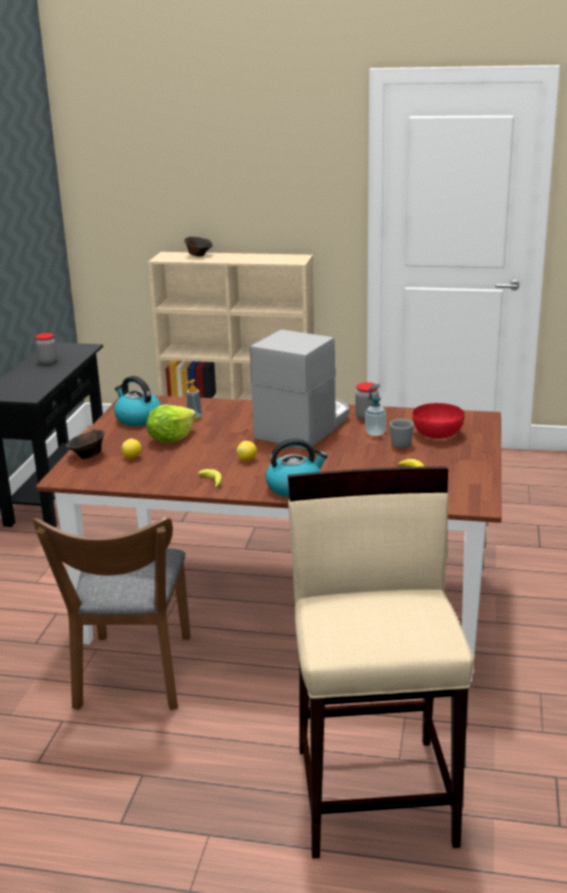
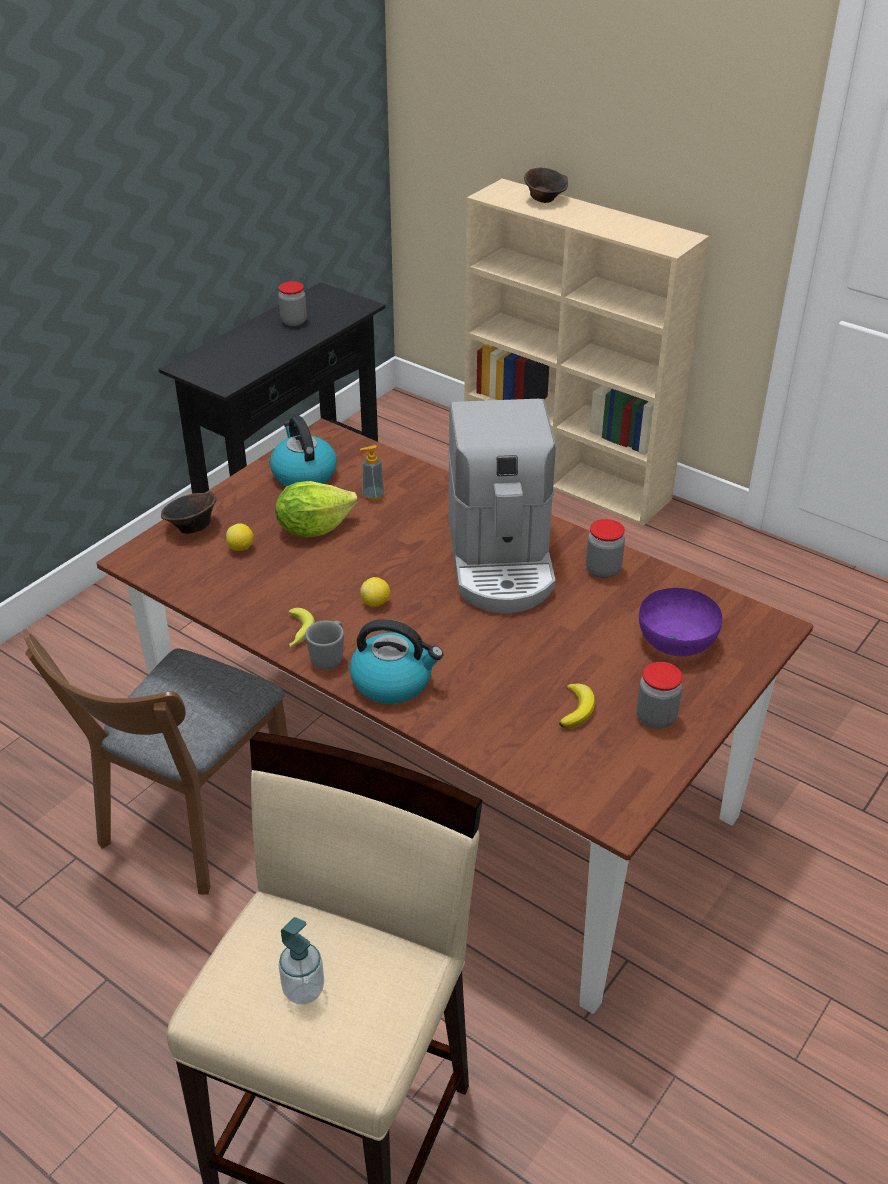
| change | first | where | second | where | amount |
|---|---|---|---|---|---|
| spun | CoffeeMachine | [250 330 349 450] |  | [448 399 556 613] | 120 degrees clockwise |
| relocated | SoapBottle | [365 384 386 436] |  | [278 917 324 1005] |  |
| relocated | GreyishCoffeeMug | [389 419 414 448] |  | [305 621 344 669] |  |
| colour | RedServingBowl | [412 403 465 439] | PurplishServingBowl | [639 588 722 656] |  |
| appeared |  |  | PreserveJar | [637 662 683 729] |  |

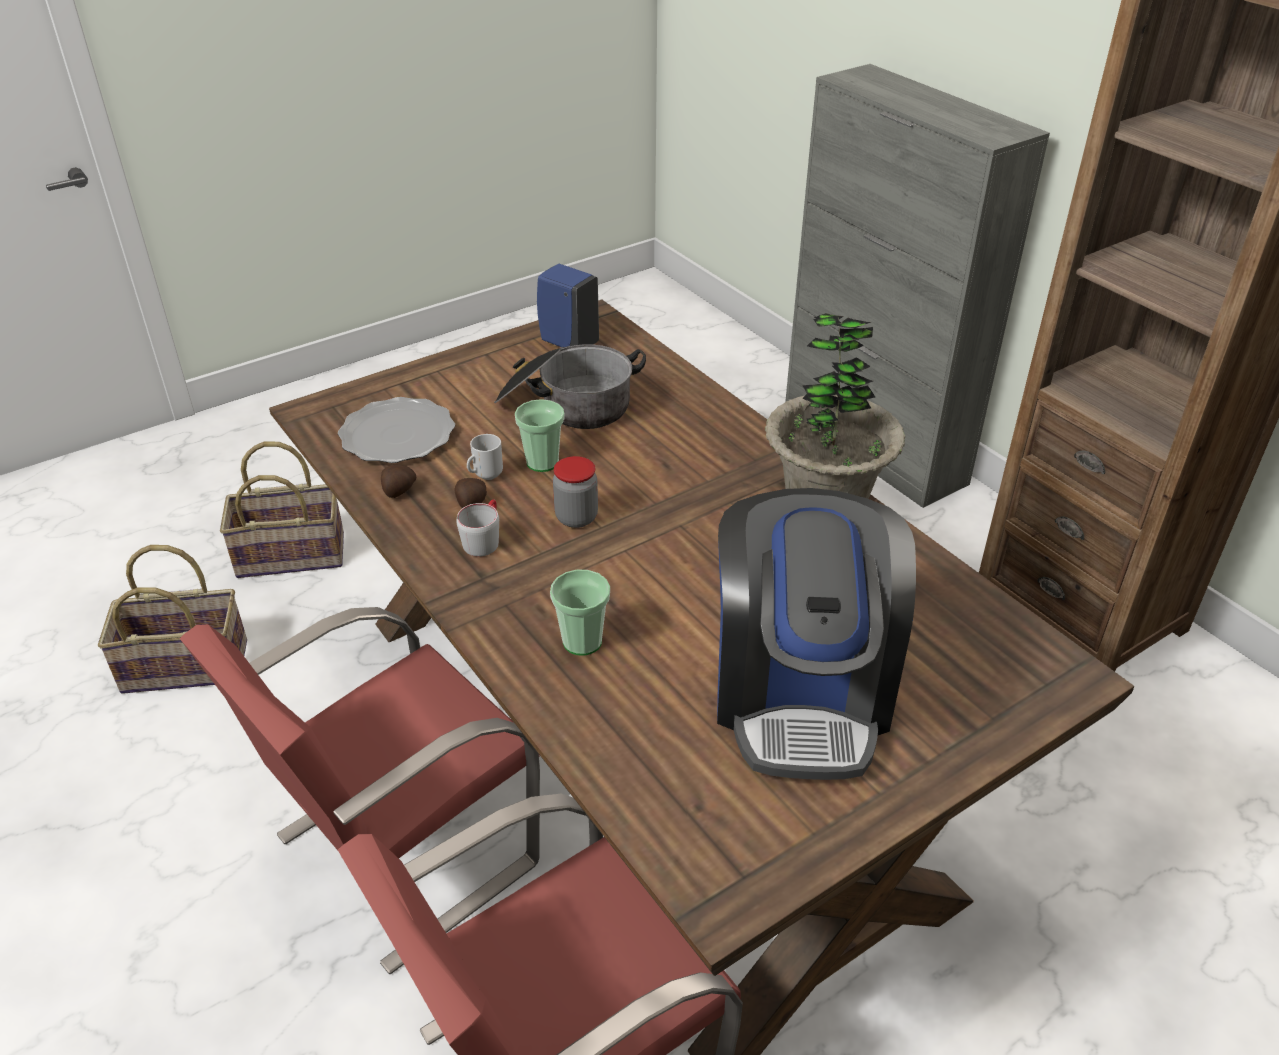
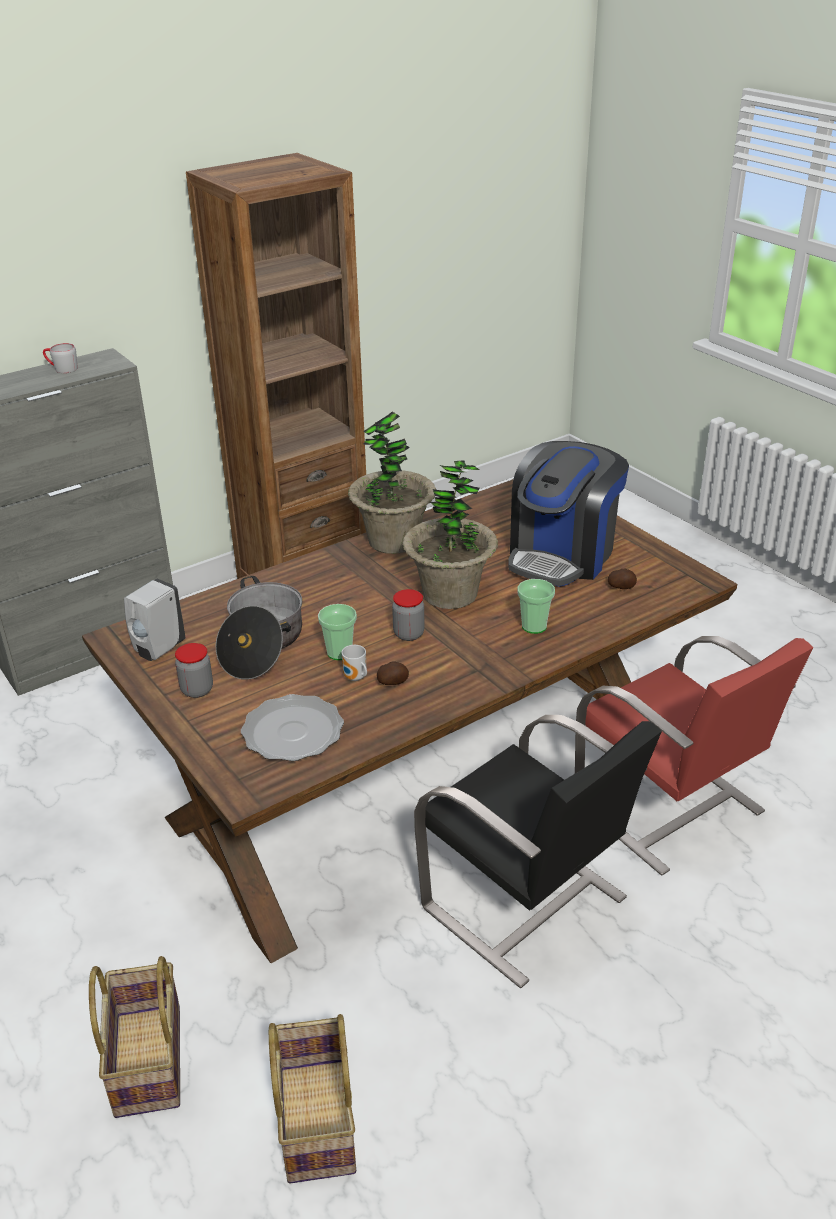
| change | first | where | second | where | amount |
|---|---|---|---|---|---|
| colour | RedChair | [180 607 540 974] | BlackColouredChair | [414 715 662 988] |  |
| relocated | Spud | [381 465 416 498] |  | [608 569 637 589] |  |
| relocated | GreyishCoffeeMug | [456 499 499 556] |  | [43 343 77 373] |  |
| colour | BlueSoapBottle | [537 264 599 348] | WhiteColouredSoapBottle | [124 579 186 661] |  |
| spun | CoffeeMachine | [717 488 916 780] |  | [508 441 629 587] | 120 degrees clockwise |
| appeared |  |  | PreserveJar | [175 643 213 698] |  |
| appeared |  |  | PottedPlant | [403 460 498 609] |  |

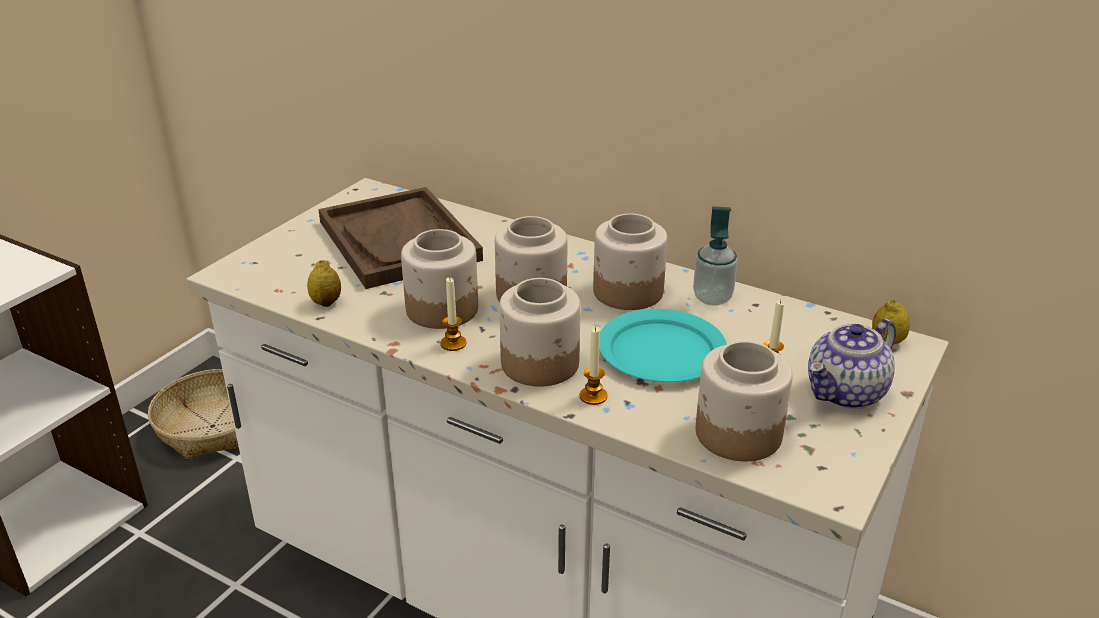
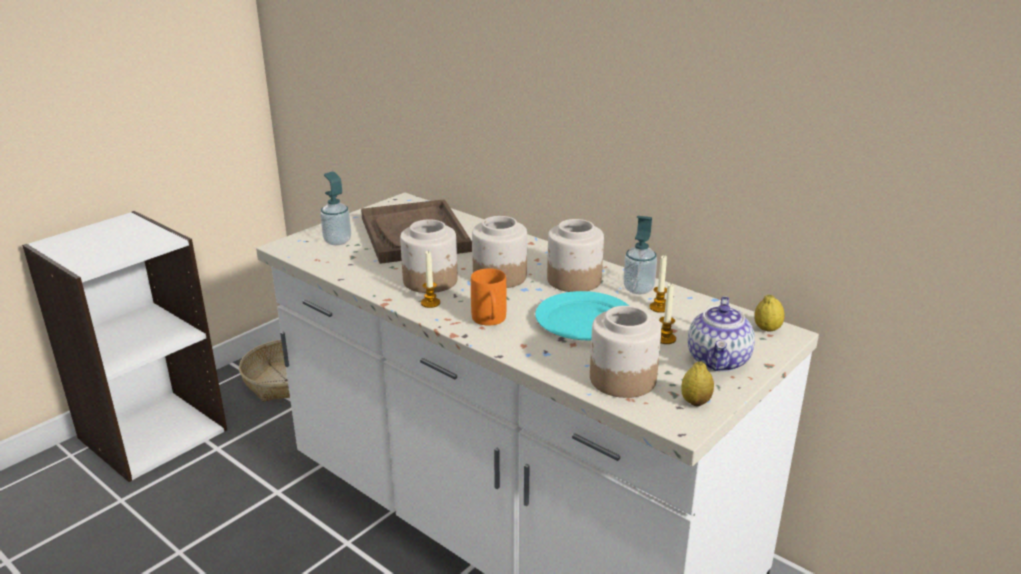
| change | first | where | second | where | amount |
|---|---|---|---|---|---|
| relocated | Lemon | [307 260 341 307] |  | [681 362 714 407] |  |
| exchanged | PreserveJar | [499 278 581 387] | OrangeCoffeeMug | [471 269 507 326] |  |
| relocated | Candle | [579 327 607 405] |  | [649 255 667 313] |  |
| spun | TeaPot | [808 319 896 409] |  | [688 296 755 372] | 45 degrees counterclockwise |
| appeared |  |  | SoapBottle | [320 172 351 245] |  |

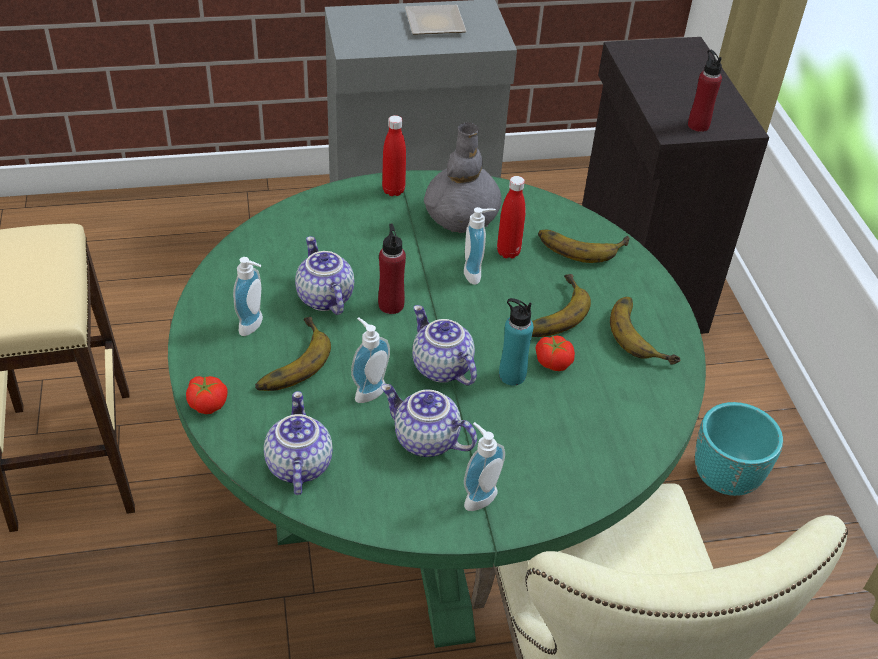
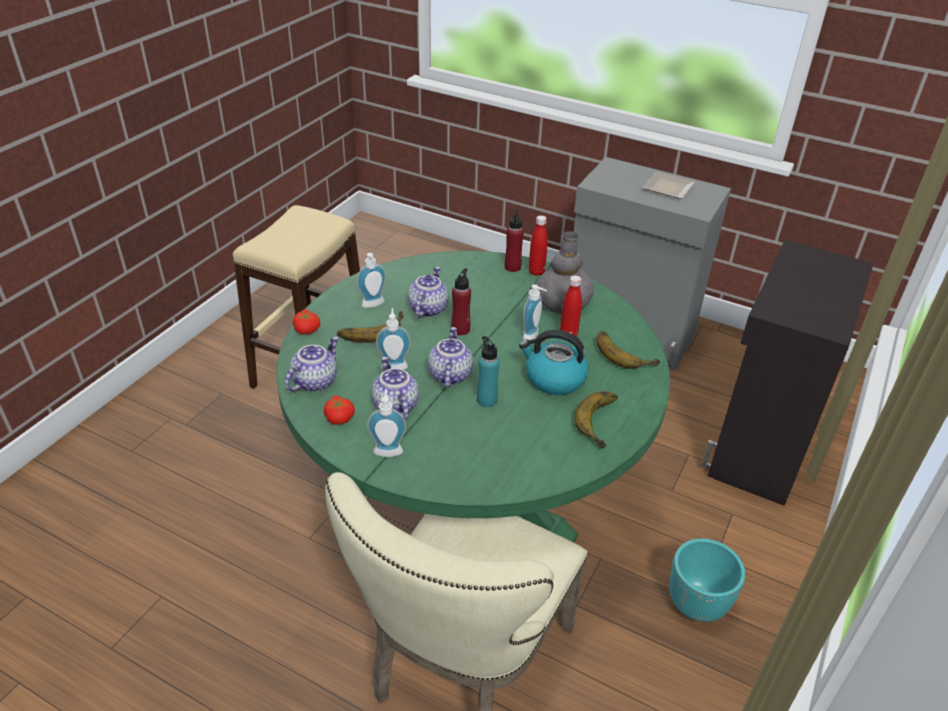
| change | first | where | second | where | amount |
|---|---|---|---|---|---|
| exchanged | BananaFruit | [532 274 591 337] | Kettle | [519 330 588 395] |  |
| relocated | FreshTomato | [536 336 575 371] |  | [324 395 355 425] |  |
| relocated | RedBottle | [688 50 722 132] |  | [505 209 524 272] |  |

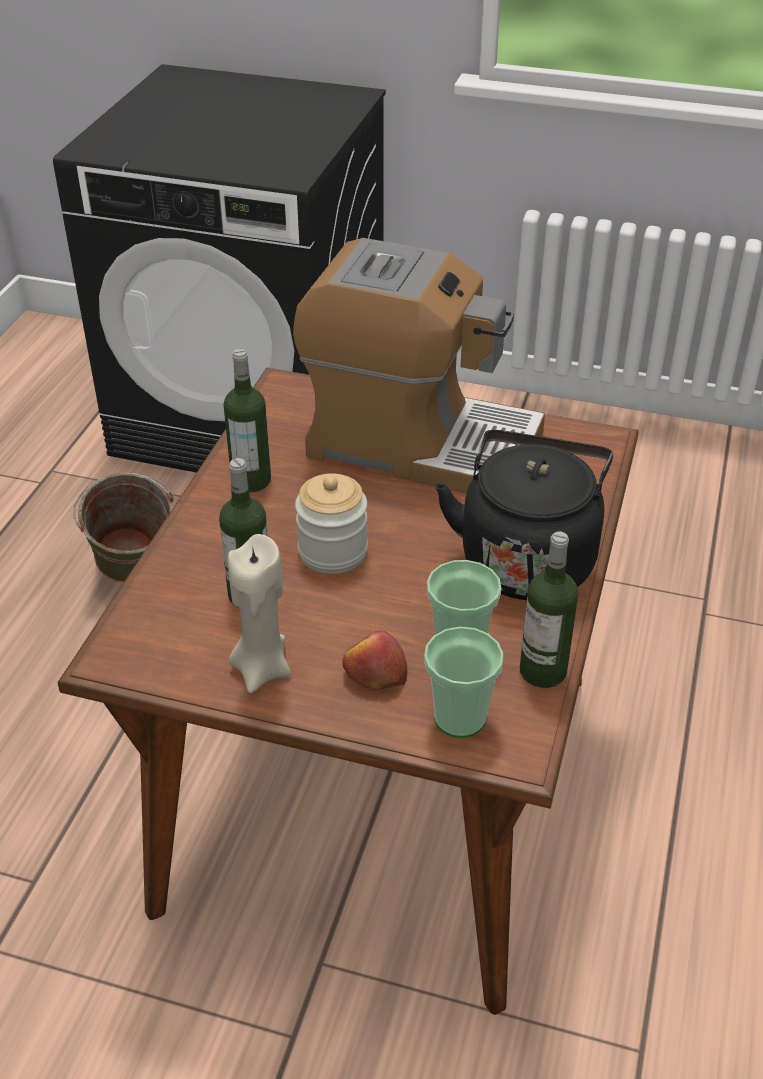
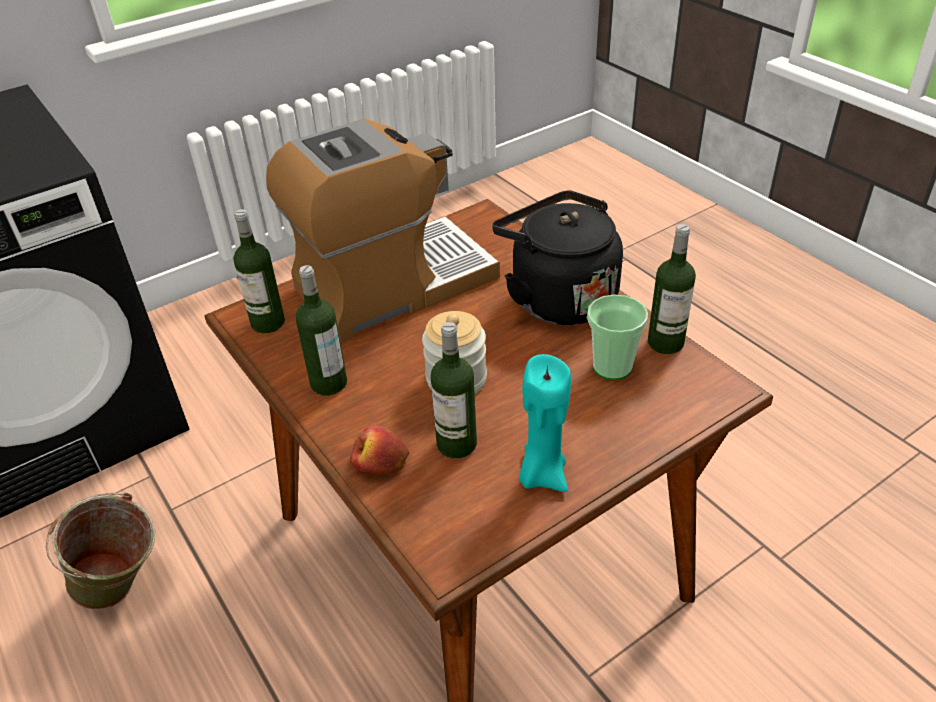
| change | first | where | second | where | amount |
|---|---|---|---|---|---|
| colour | BeigeColouredCandle | [228 534 291 693] | TurquoiseCandle | [519 354 571 492] |  |
| relocated | Apple | [343 630 408 690] |  | [350 425 409 475] |  |
| missing | SmallCup | [424 627 503 738] |  |  |  |
| appeared |  |  | Bottle | [233 209 285 333] |  |

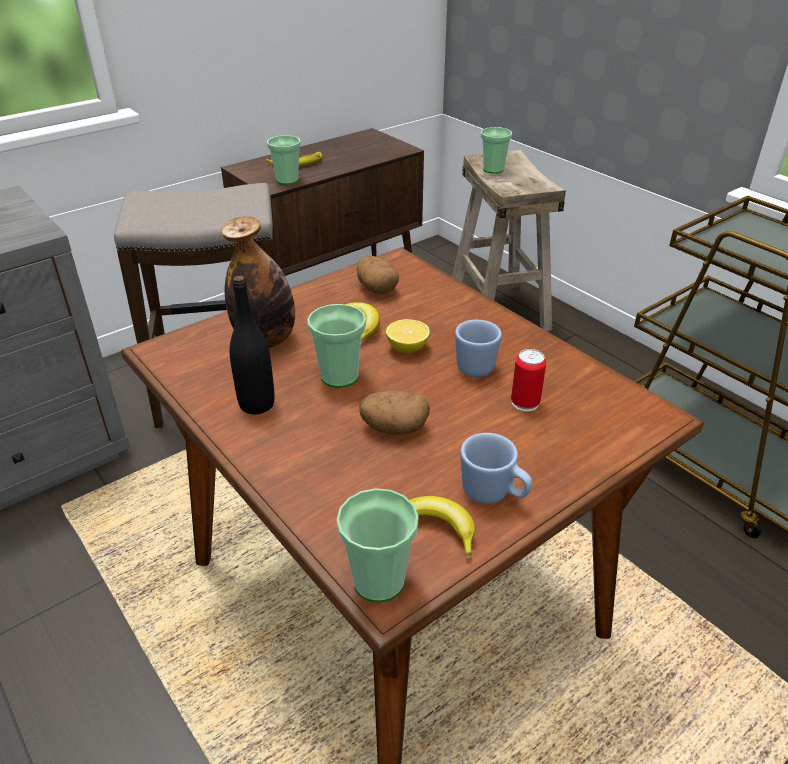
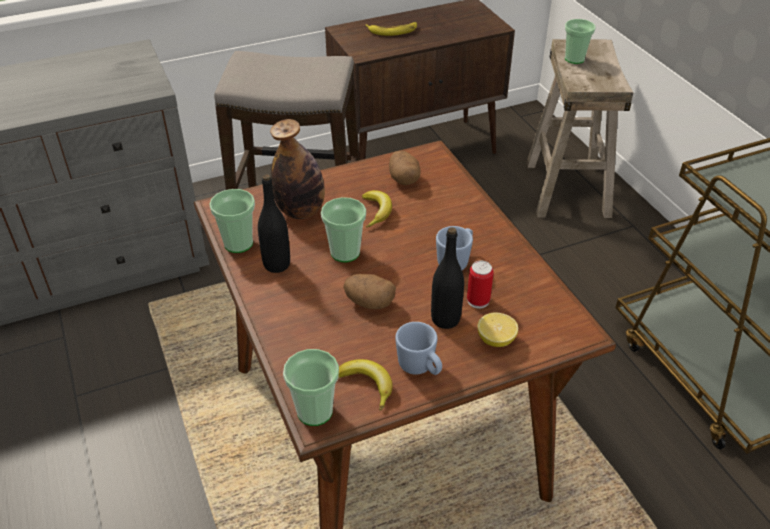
| change | first | where | second | where | amount |
|---|---|---|---|---|---|
| relocated | SmallCup | [267 135 301 185] |  | [209 189 255 253] |  |
| relocated | Lemon | [386 319 430 353] |  | [478 313 518 347] |  |
| appeared |  |  | BlackColouredBottle | [431 227 464 329] |  |

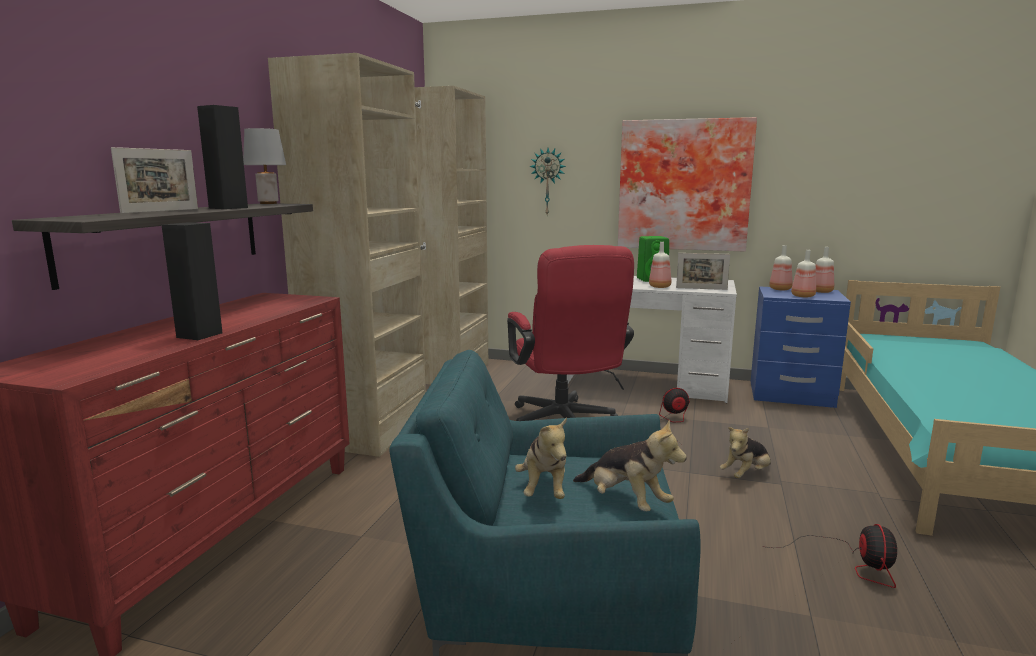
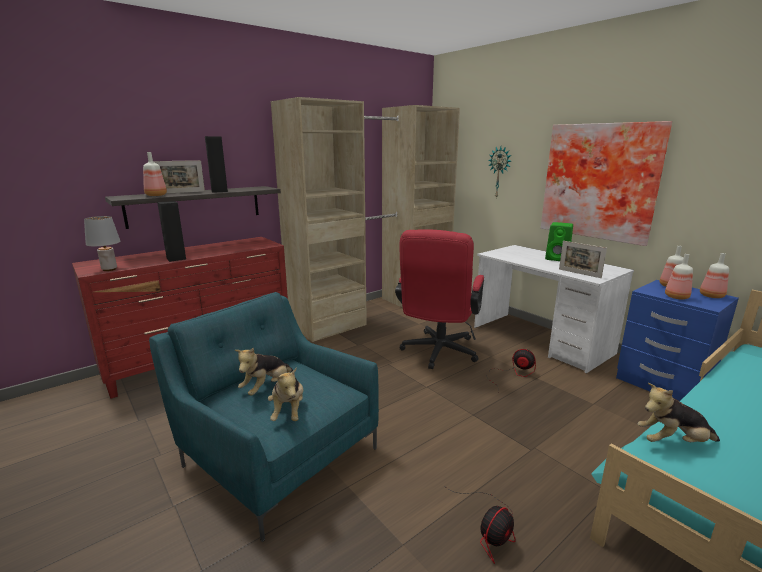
| change | first | where | second | where | amount |
|---|---|---|---|---|---|
| relocated | GreyishTabletopLamp | [243 128 286 204] |  | [84 216 120 271] |  |
| relocated | Bottle | [649 242 671 288] |  | [143 152 167 196] |  |
| relocated | PlushToy | [720 427 771 478] |  | [638 383 720 442] |  |

